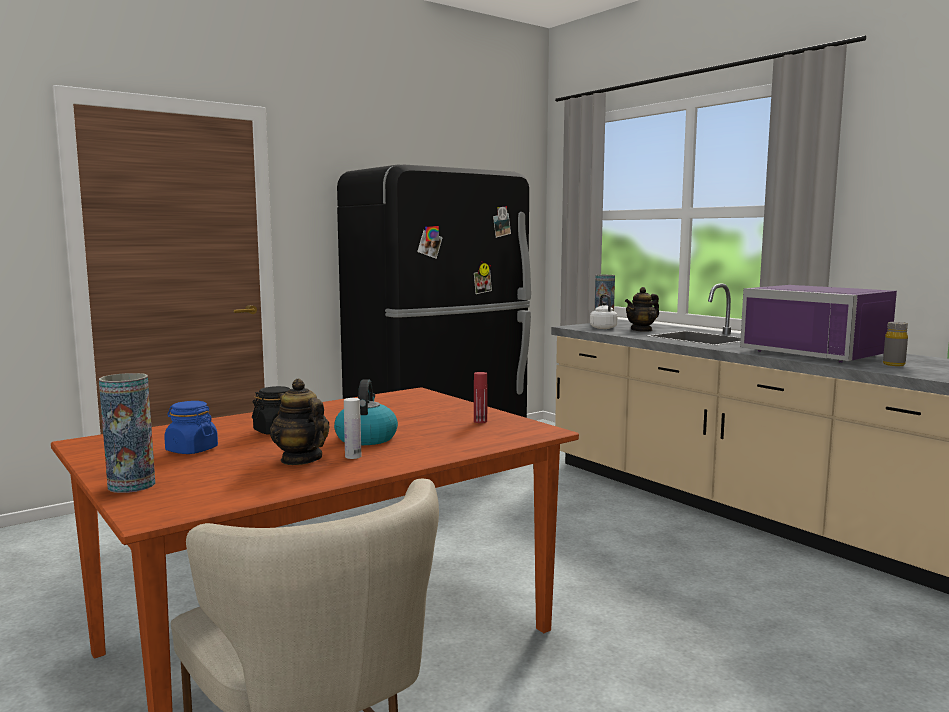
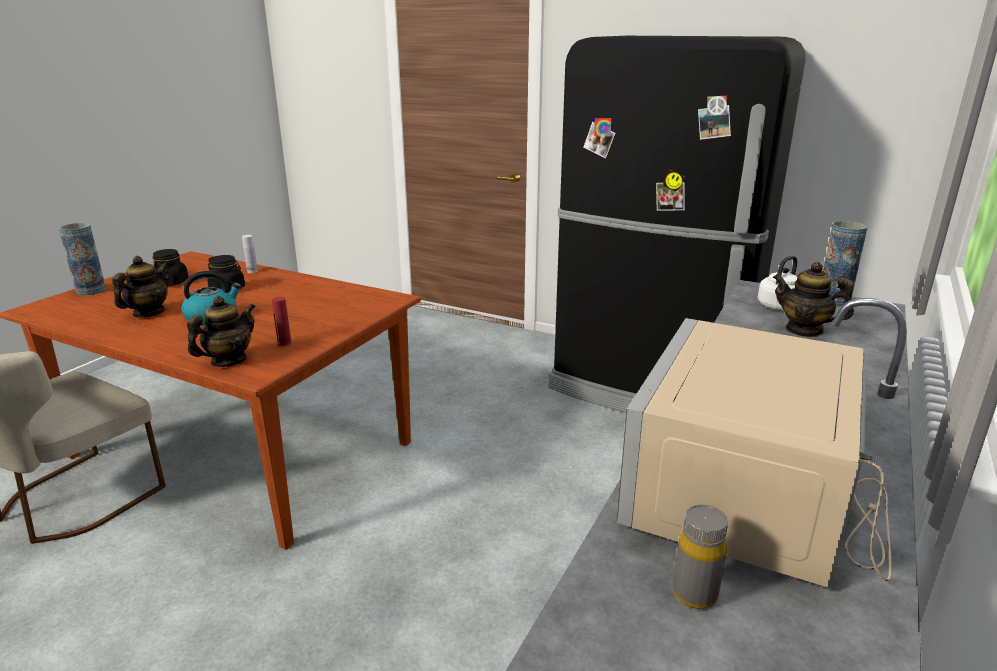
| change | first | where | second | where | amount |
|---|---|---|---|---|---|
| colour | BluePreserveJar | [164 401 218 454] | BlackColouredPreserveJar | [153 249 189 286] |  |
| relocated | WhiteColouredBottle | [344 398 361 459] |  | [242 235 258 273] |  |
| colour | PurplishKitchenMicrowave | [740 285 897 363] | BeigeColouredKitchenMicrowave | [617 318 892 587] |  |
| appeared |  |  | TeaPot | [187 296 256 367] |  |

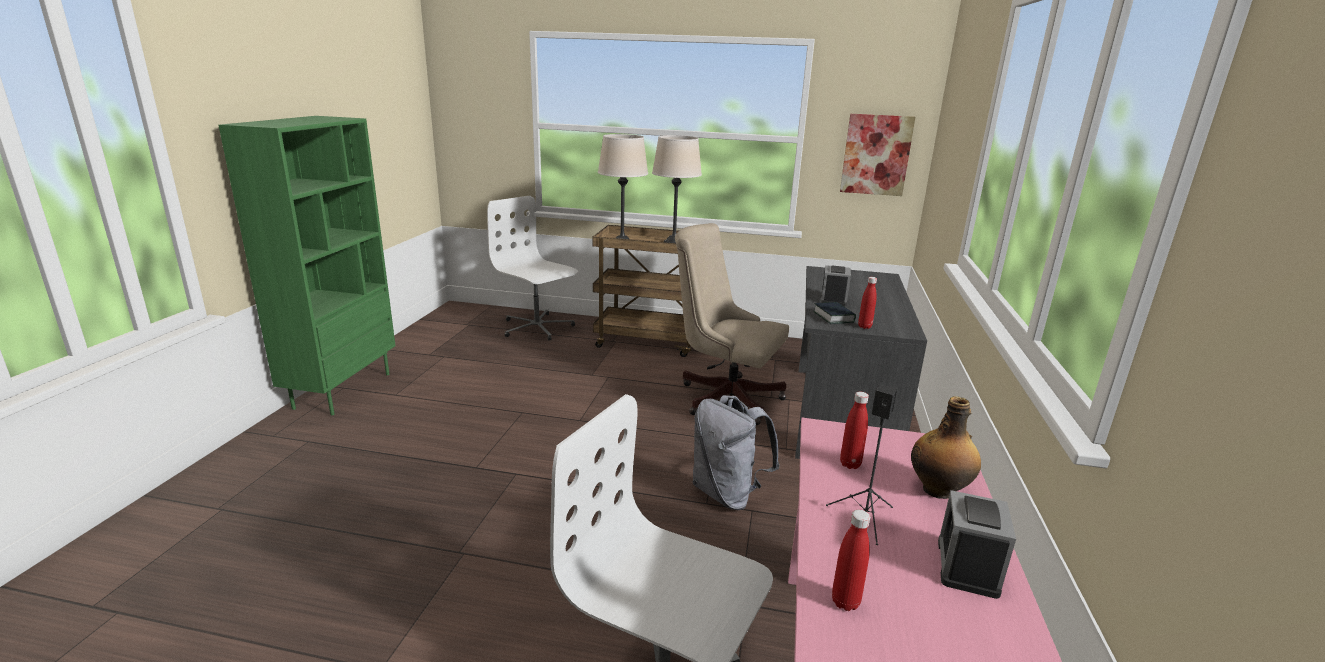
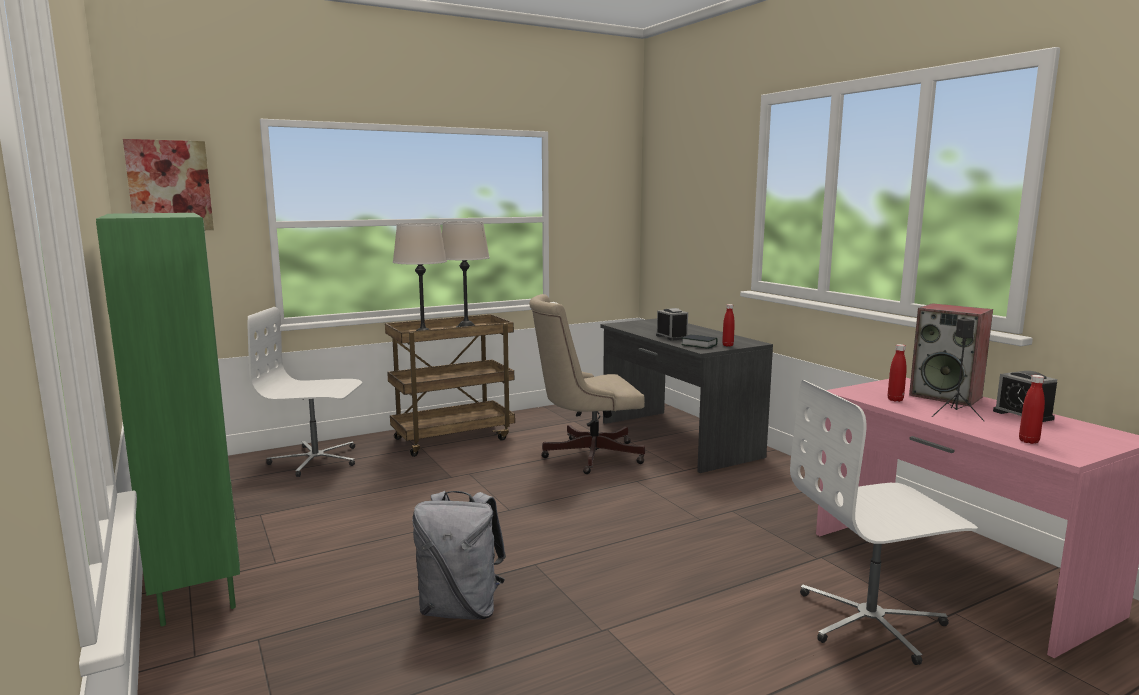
| change | first | where | second | where | amount |
|---|---|---|---|---|---|
| relocated | GreyishKnapsack | [693 395 779 510] |  | [412 491 506 620] |  |
| relocated | Picture | [840 114 915 196] |  | [123 139 214 230] |  |
| exchanged | Bottle | [911 397 981 499] | Loudspeaker | [909 303 993 406] |  |

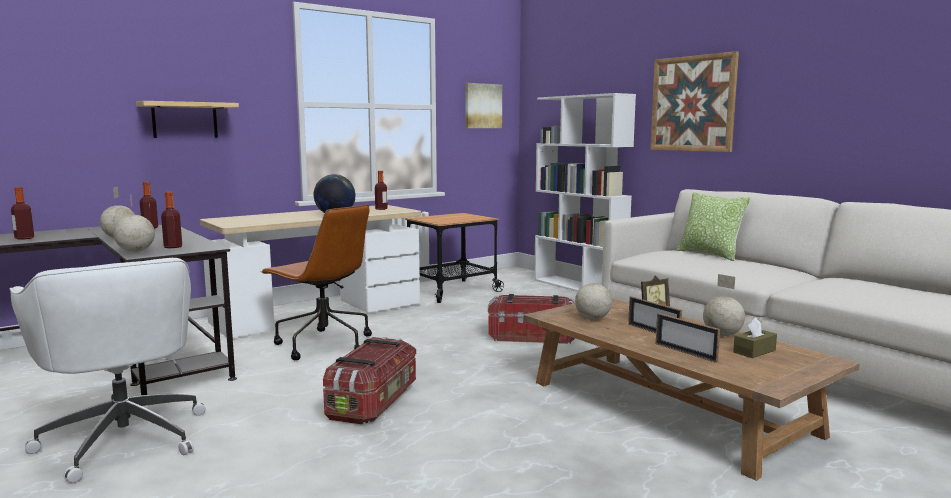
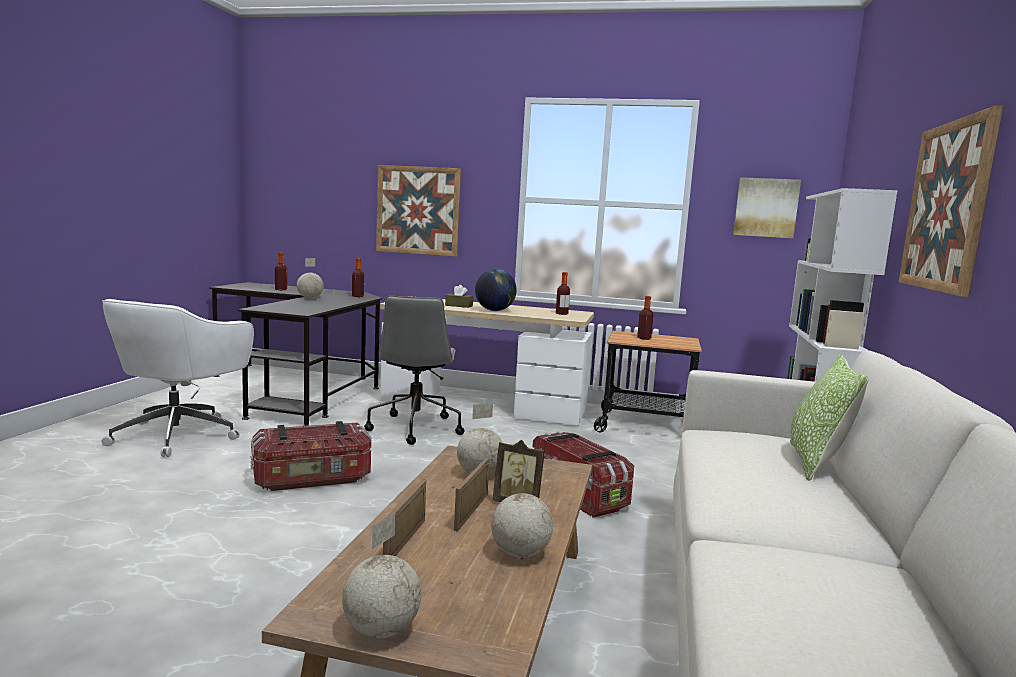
| change | first | where | second | where | amount |
|---|---|---|---|---|---|
| relocated | WorldGlobe | [113 194 155 252] |  | [342 513 421 639] |  |
| exchanged | Shelf | [136 101 239 138] | Picture | [376 165 461 257] |  |
| relocated | Bottle | [161 192 182 248] |  | [637 296 654 340] |  |
| colour | BrownOfficeChair | [262 204 372 360] | GreyishOfficeChair | [364 296 464 445] |  |
| relocated | BrownTissueBox | [733 318 777 358] |  | [445 285 473 308] |  |

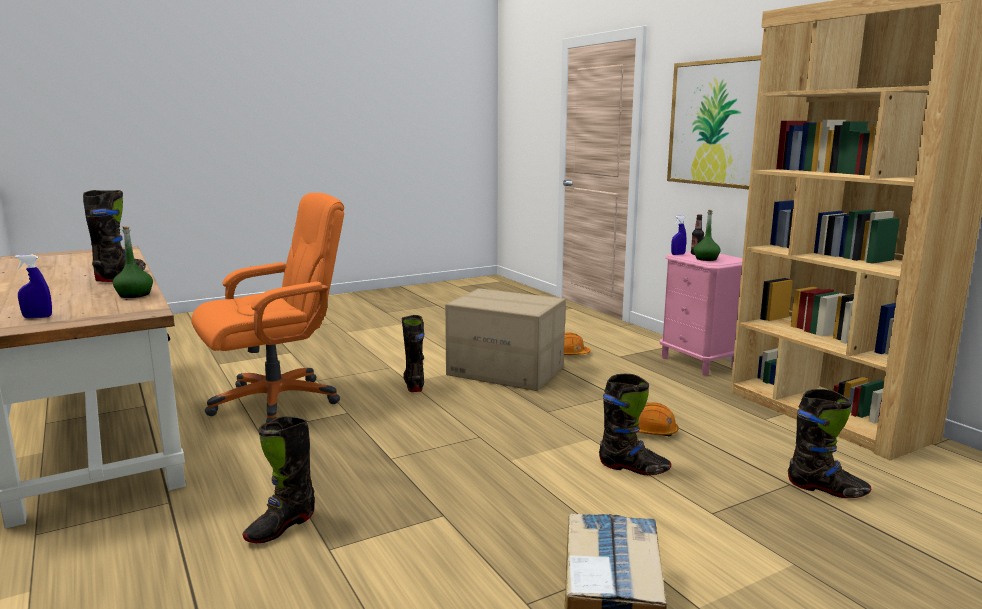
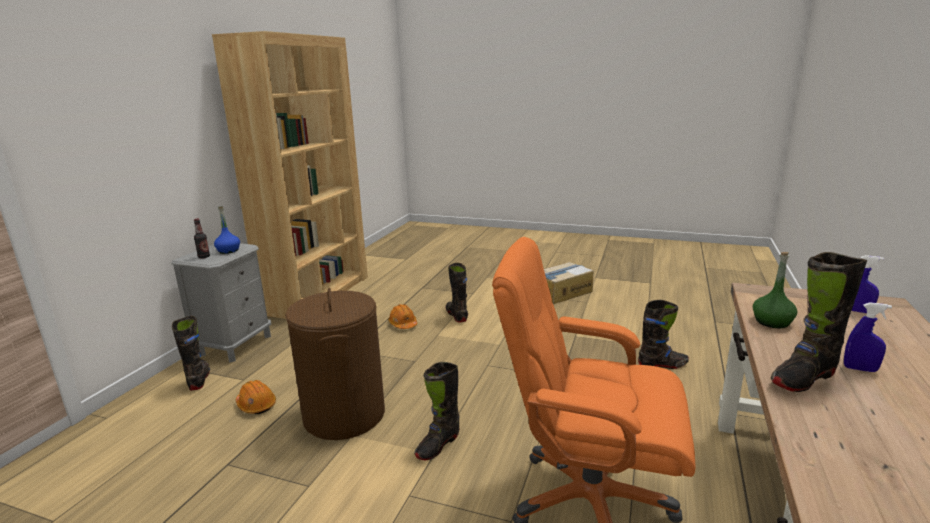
| change | first | where | second | where | amount |
|---|---|---|---|---|---|
| exchanged | PackingBox | [445 288 566 391] | BrownWashingBasket | [285 288 385 440] |  |
| colour | PinkColouredNightTable | [660 252 743 376] | GreyishNightTable | [171 243 271 363] |  |
| missing | Picture | [667 55 761 189] |  |  |  |
| relocated | BlueSprayer | [671 216 686 255] |  | [844 302 892 372] |  |
| colour | GreenColouredBottle | [694 210 721 261] | BlueBottle | [214 207 240 254] |  |
| relocated | BlackColouredBoot | [788 389 871 498] |  | [172 316 210 391] |  |

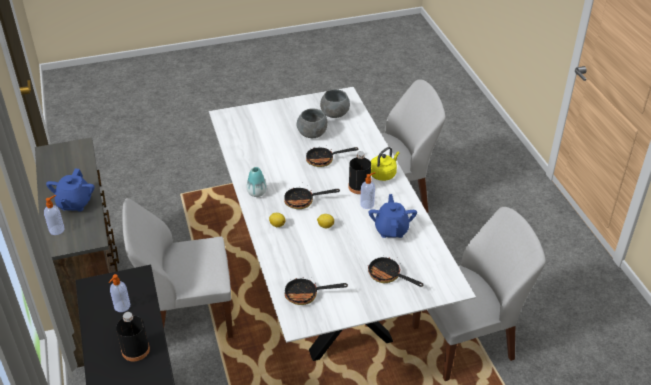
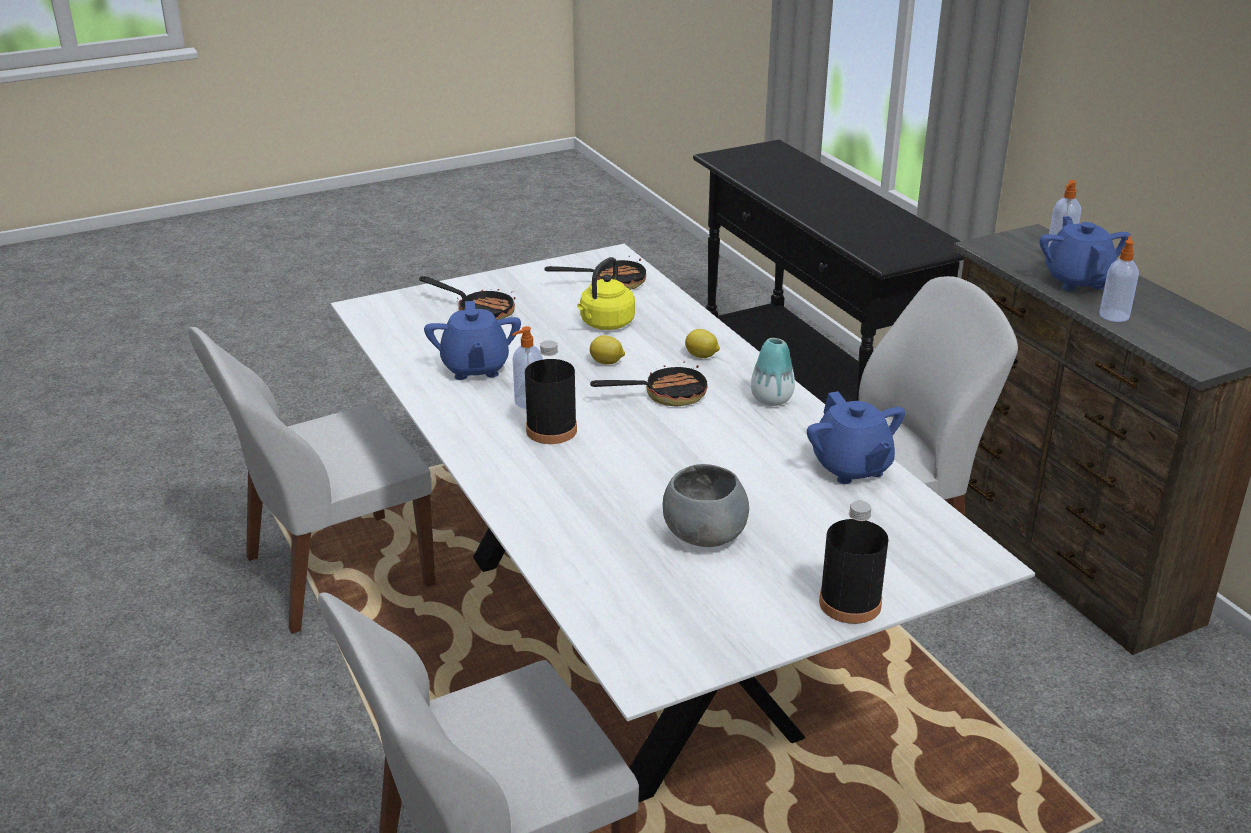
| change | first | where | second | where | amount |
|---|---|---|---|---|---|
| relocated | SoapBottle | [109 274 130 312] |  | [1099 236 1139 322] |  |
| relocated | BlackColouredBottle | [116 312 150 361] |  | [819 501 889 624] |  |
| missing | Skillet | [306 147 358 167] |  |  |  |
| missing | GreyishServingBowl | [320 89 350 118] |  |  |  |
| relocated | YellowColouredKettle | [371 147 400 181] |  | [577 257 635 330] |  |
| appeared |  |  | BlueTeaPot | [807 391 905 484] |  |

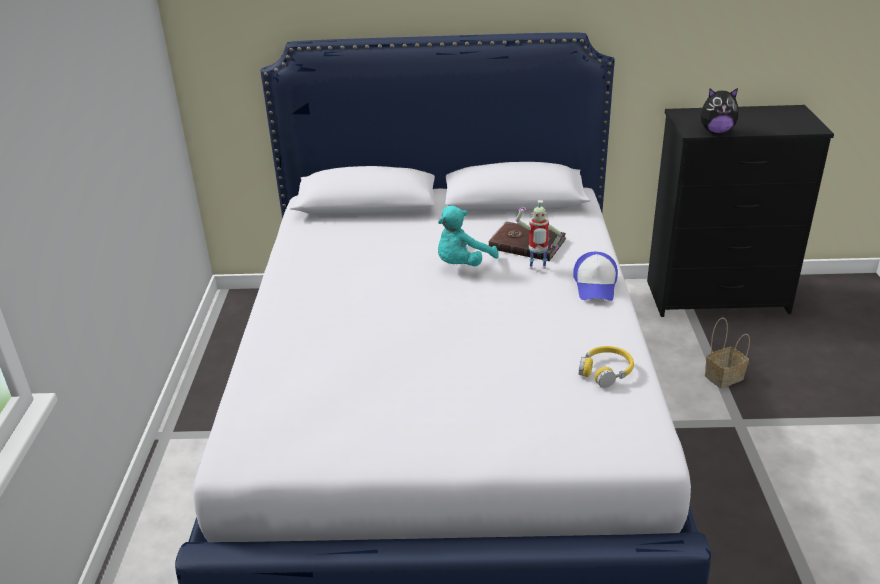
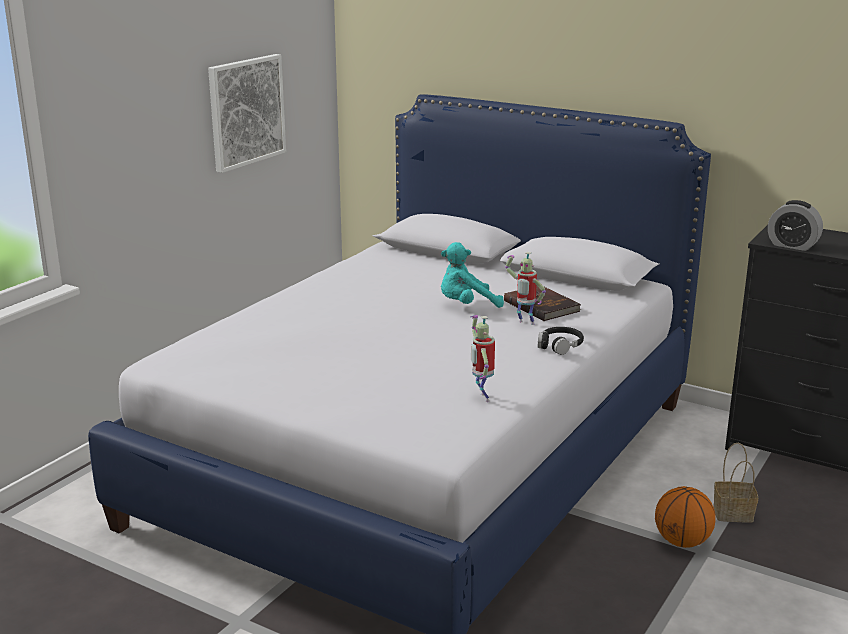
| change | first | where | second | where | amount |
|---|---|---|---|---|---|
| exchanged | BaseballCap | [573 252 618 301] | BlackColouredHeadset | [538 327 584 355] |  |
| exchanged | YellowColouredHeadset | [579 346 634 388] | RobotFigure | [470 315 495 402] |  |
| exchanged | PlushToy | [701 88 739 134] | BedsideClock | [768 200 823 251] |  |
| appeared |  |  | Picture | [208 54 286 173] |  |
| appeared |  |  | BallForBasketball | [655 486 716 548] |  |

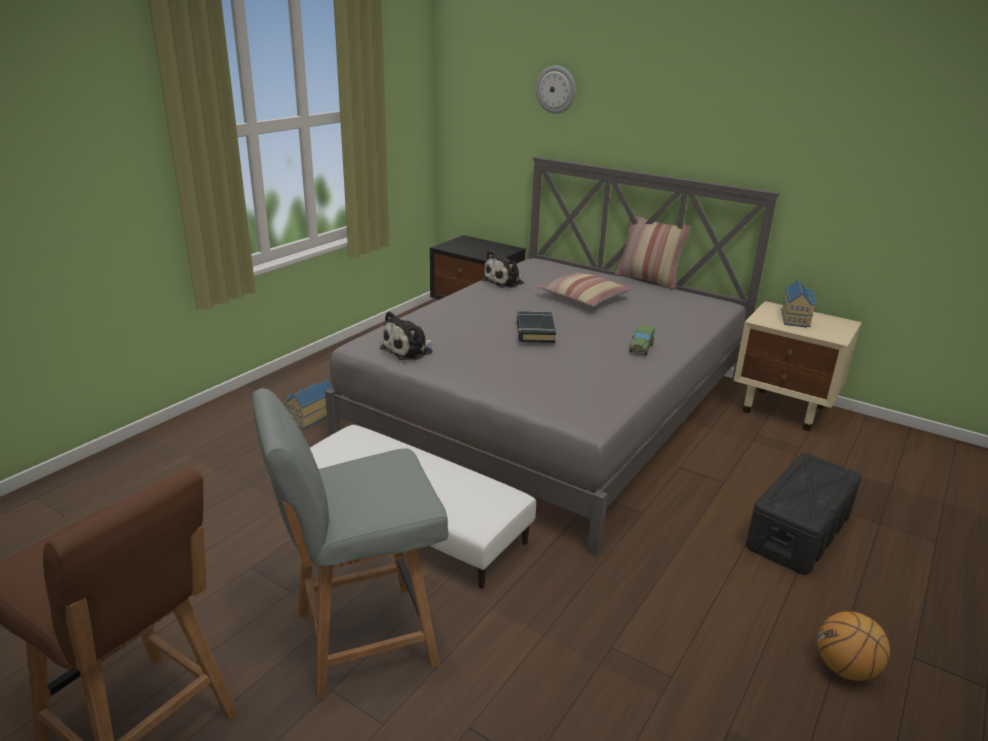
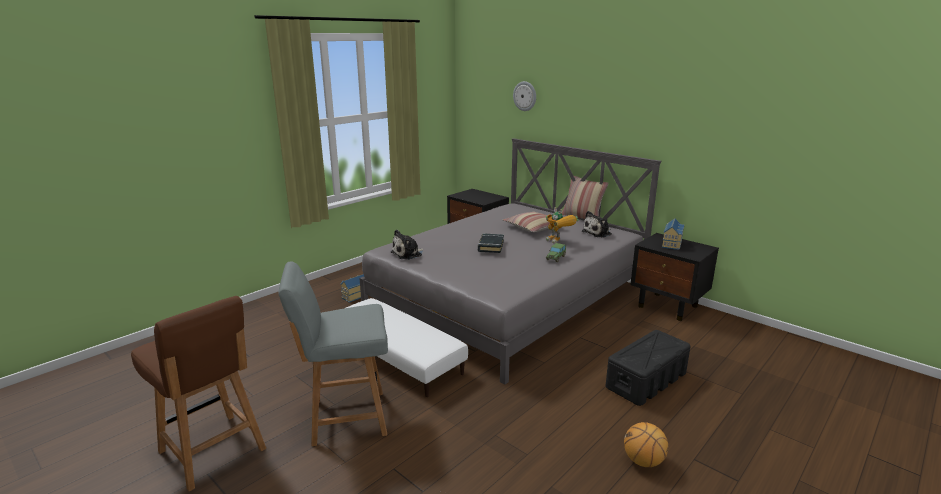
| change | first | where | second | where | amount |
|---|---|---|---|---|---|
| relocated | PlushToy | [482 250 524 288] |  | [581 211 612 238] |  |
| colour | BeigeColouredNightTable | [734 301 862 431] | BlackColouredNightTable | [630 233 719 321] |  |
| appeared |  |  | RobotFigure | [546 207 579 244] |  |

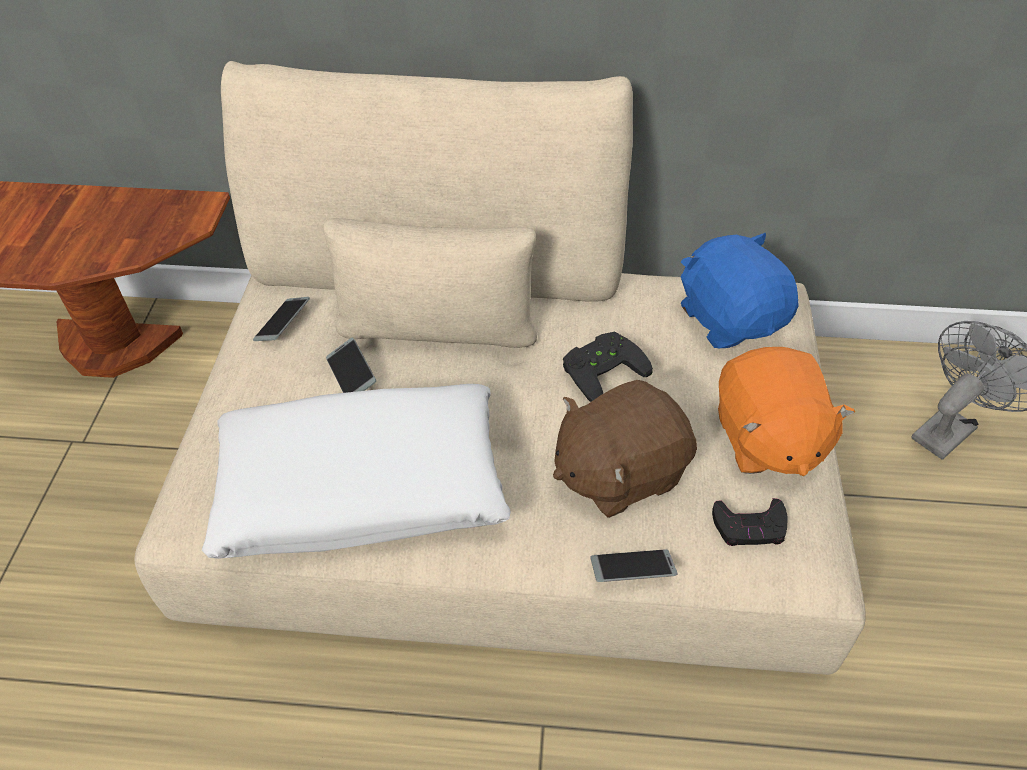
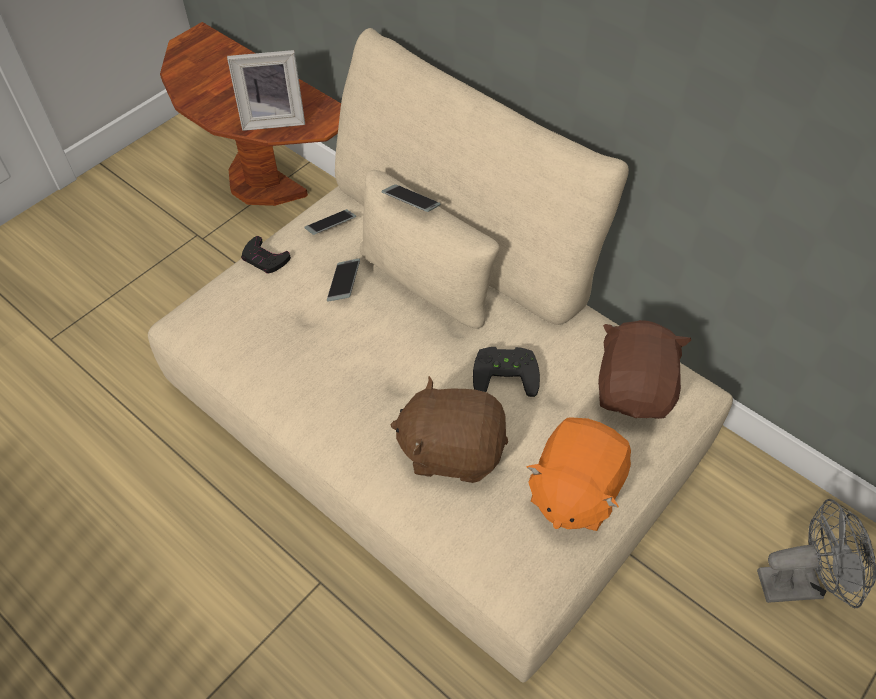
| change | first | where | second | where | amount |
|---|---|---|---|---|---|
| missing | WhiteColouredCushion | [202 384 511 559] |  |  |  |
| relocated | Phone | [590 550 677 582] |  | [382 184 441 212] |  |
| colour | BluePlushToy | [681 233 799 348] | BrownPlushToy | [598 320 691 419] |  |
| relocated | BlackColouredGameController | [712 498 787 546] |  | [241 236 291 273] |  |
| appeared |  |  | PhotoFrame | [227 50 305 131] |  |

